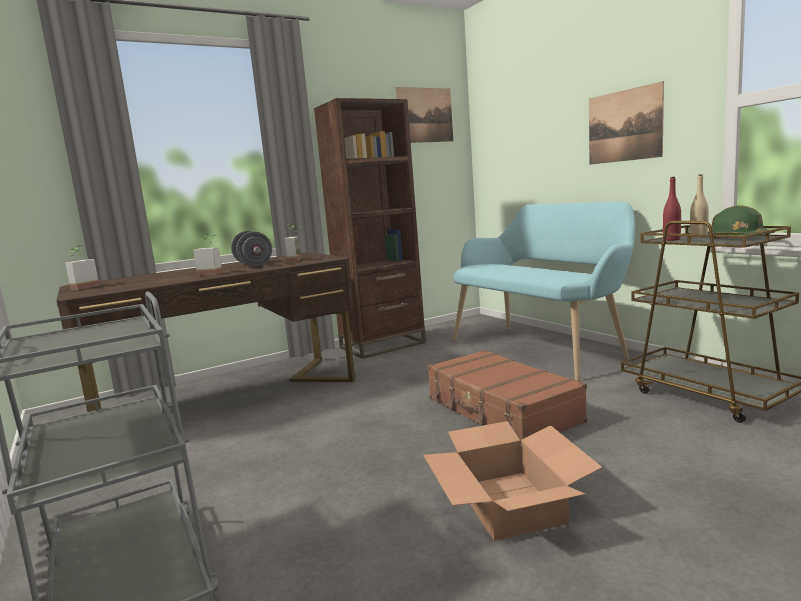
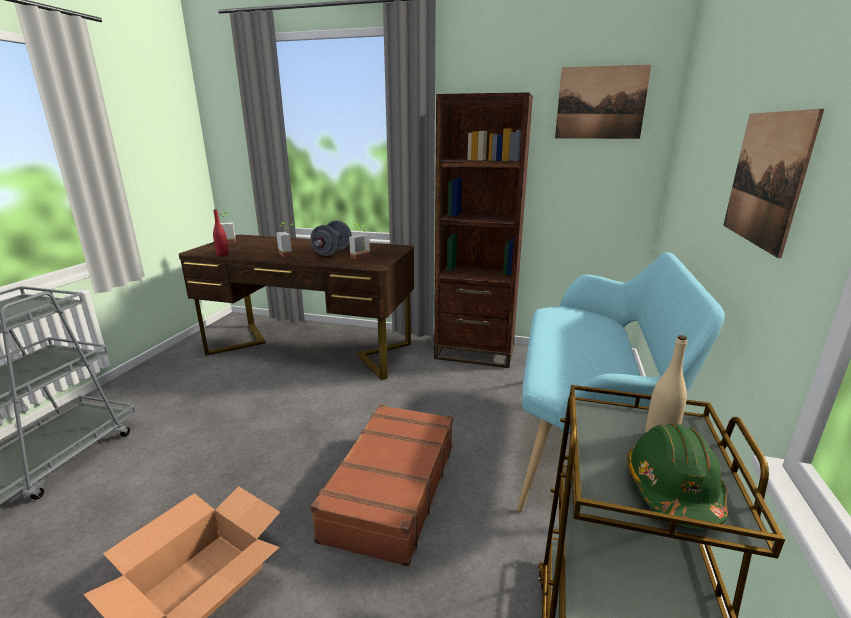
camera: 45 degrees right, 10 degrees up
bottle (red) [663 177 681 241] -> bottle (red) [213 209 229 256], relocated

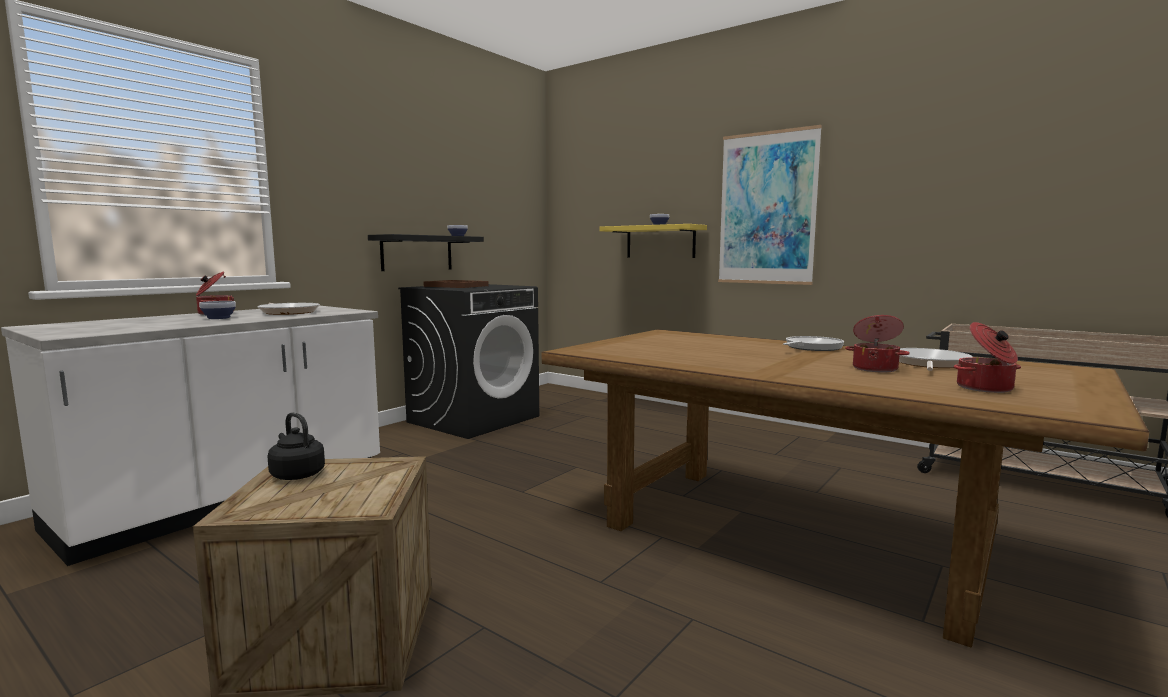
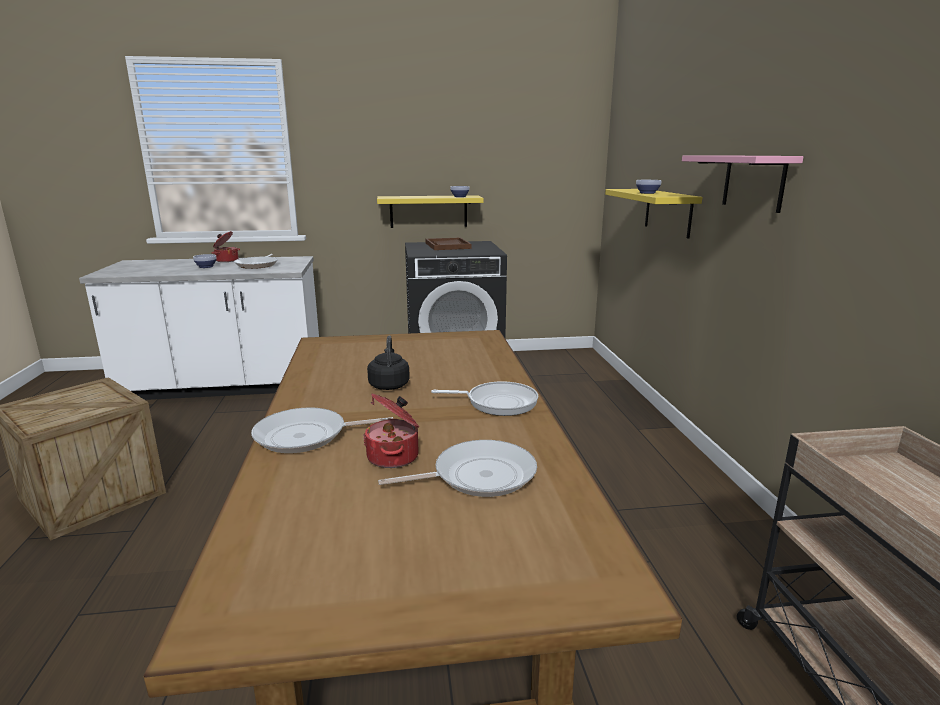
camera: 45 degrees right, 10 degrees up
none -> frying pan [251 408 393 453]
kettle (black) [267 412 325 480] -> kettle (black) [367 335 410 390], relocated
shelf (black) [368 234 484 271] -> shelf (yellow) [377 195 484 228]
picture [718 125 822 285] -> shelf (pink) [682 155 804 213]
cooking pot [954 322 1021 393] -> none

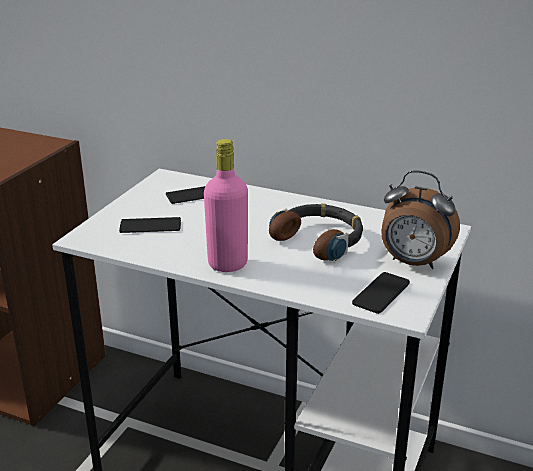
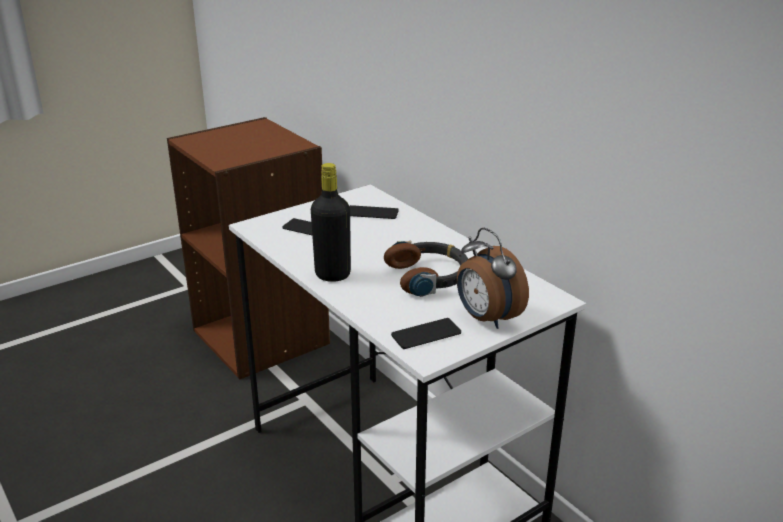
camera: 30 degrees right, 0 degrees up
bottle (pink) [204 139 248 272] -> bottle (black) [311 163 351 282]

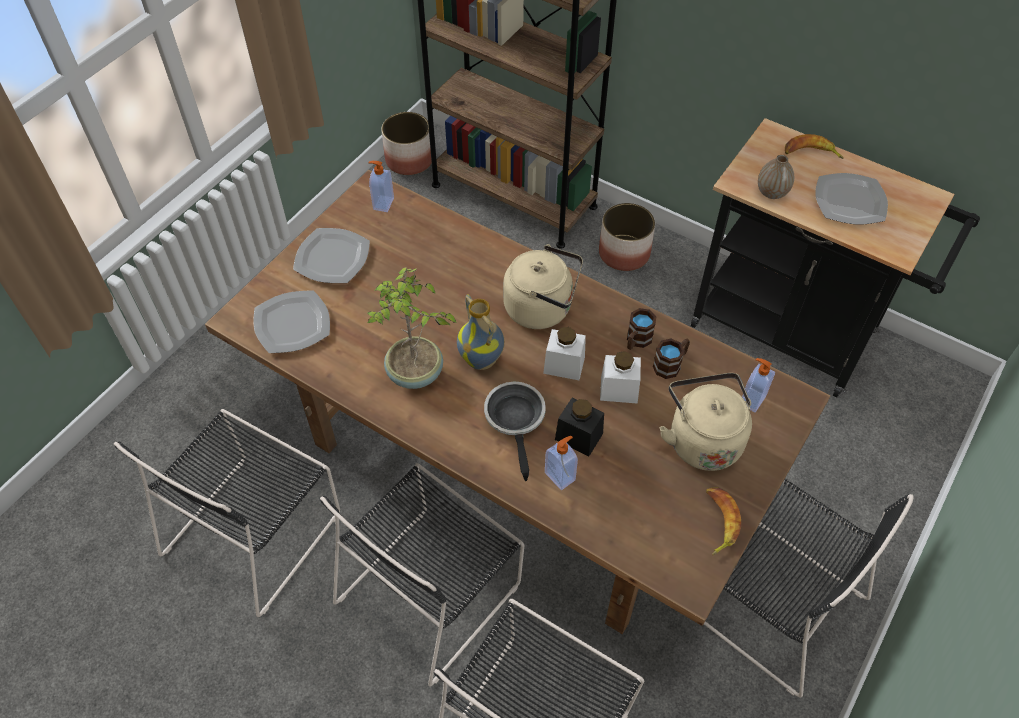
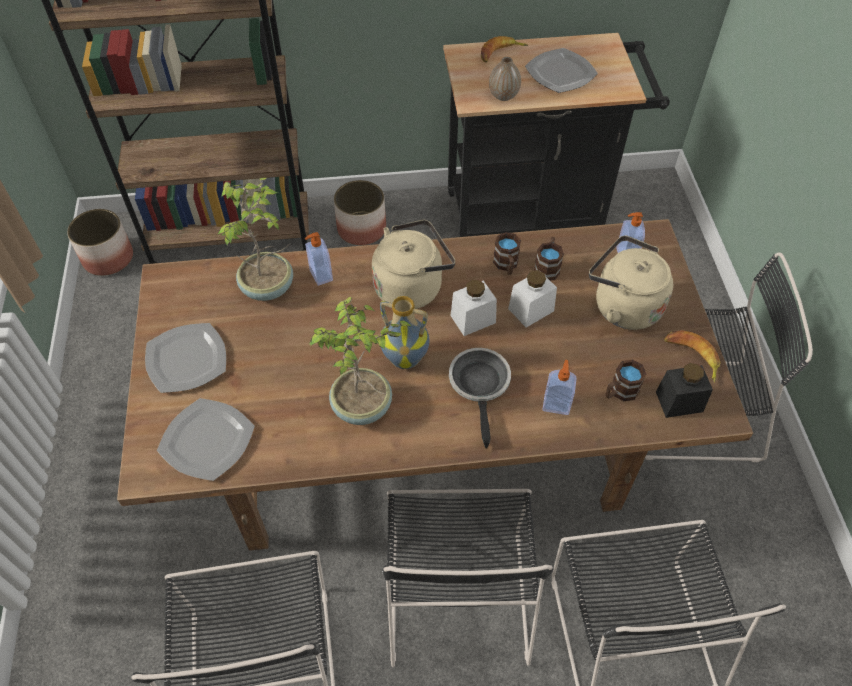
camera: 40 degrees left, 0 degrees up
none -> potted plant [217 178 293 301]
soap dispenser [368 161 394 212] -> soap dispenser [305 232 333 286], relocated
frying pan [484 381 546 481] -> frying pan [449 348 511 449], 45 degrees clockwise
none -> mug (brown) [605 360 646 401]
jar (black) [555 398 604 457] -> jar (black) [656 363 713 418], relocated

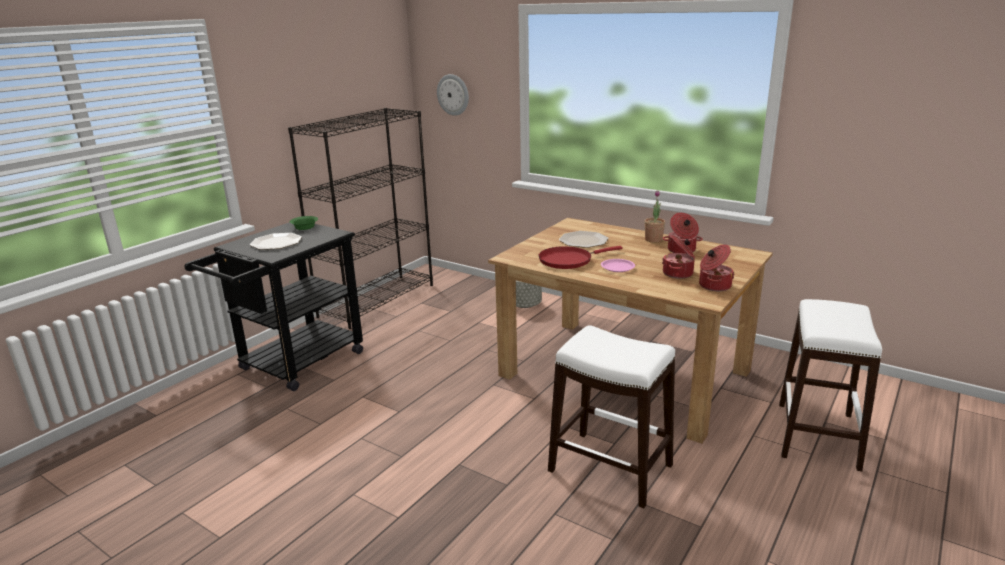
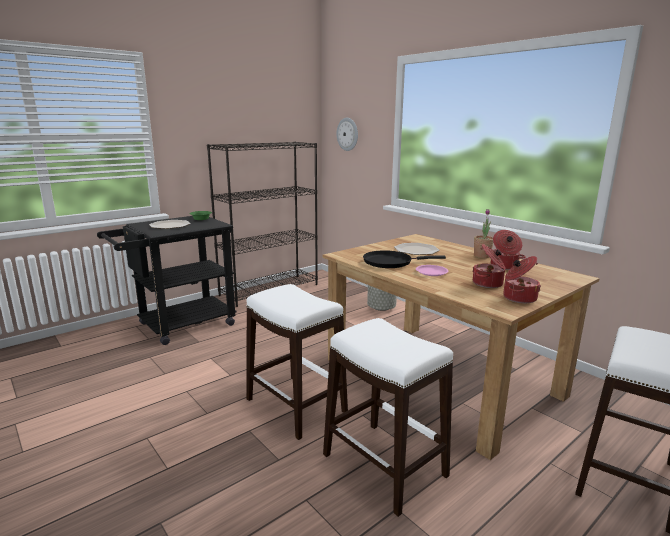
camera: 15 degrees right, 5 degrees down
none -> stool (white) [246 284 348 440]
frying pan (red) [539 246 623 269] -> frying pan (black) [363 250 446 268]

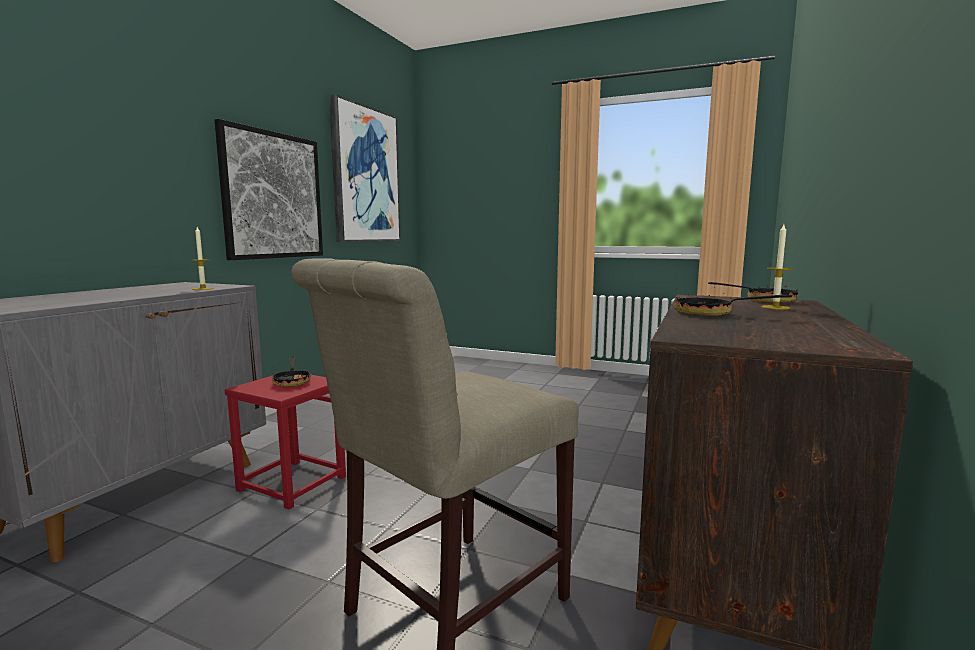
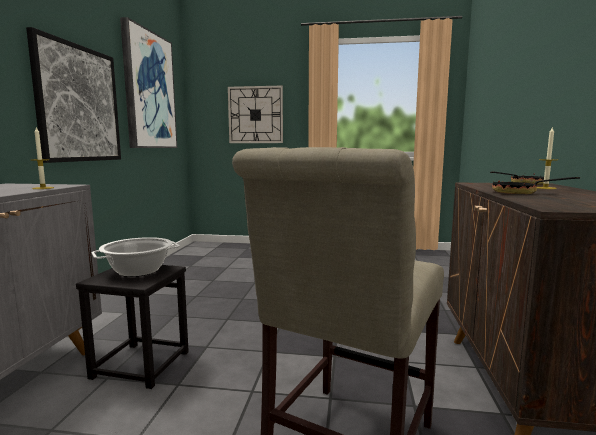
camera: 15 degrees left, 0 degrees up
stool (red) [225 375 346 509] -> stool (black) [76 265 189 389]
frying pan [272 357 311 386] -> cooking pot [92 237 180 277]
none -> wall clock [228 86 283 143]

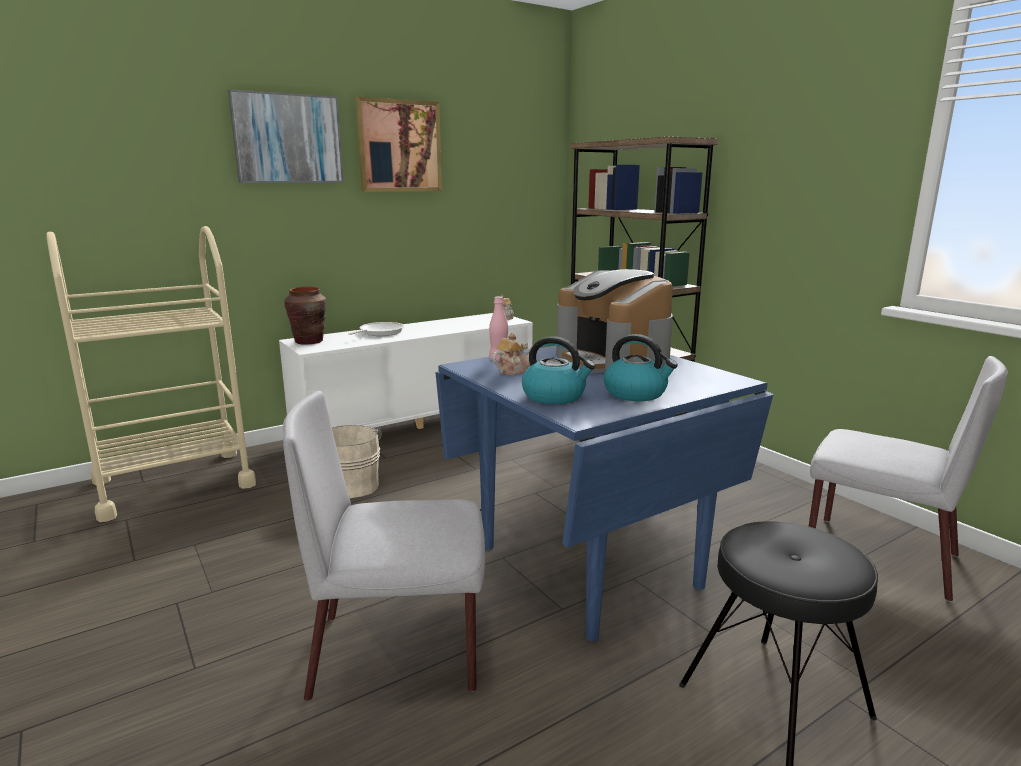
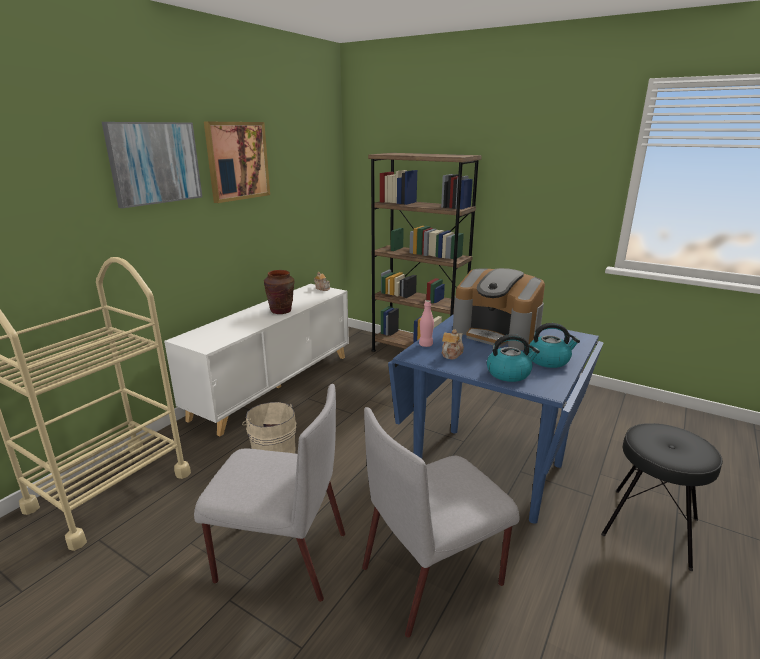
camera: 25 degrees left, 5 degrees up
chair (grey) [809 356 1008 602] -> chair (grey) [194 384 345 602], relocated
vase (brown) [284 287 326 345] -> vase (brown) [264 270 295 314], relocated
frying pan [348 322 404 336] -> none

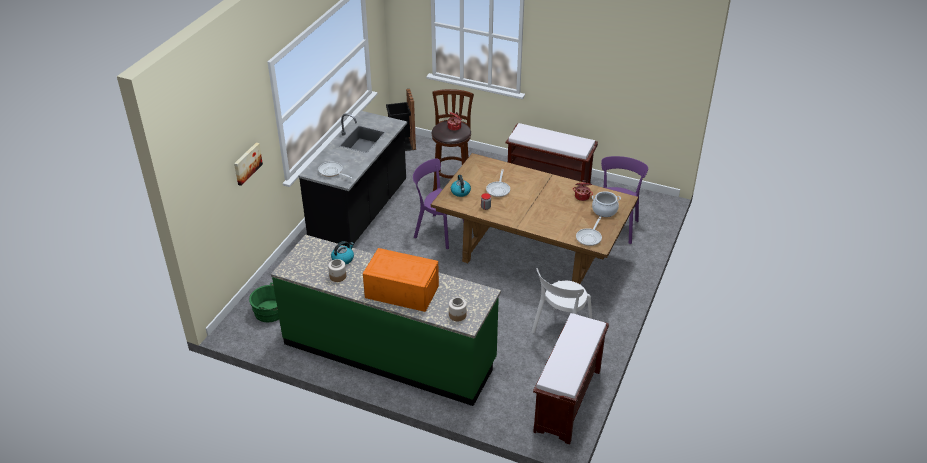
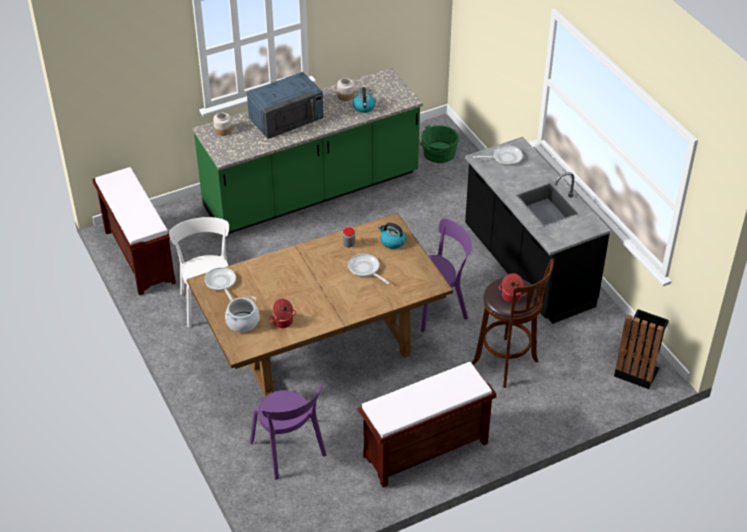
camera: 130 degrees right, 5 degrees up
microwave (orange) [363 248 439 312] -> microwave (blue) [247 72 323 139]
picture [234 143 263 186] -> none

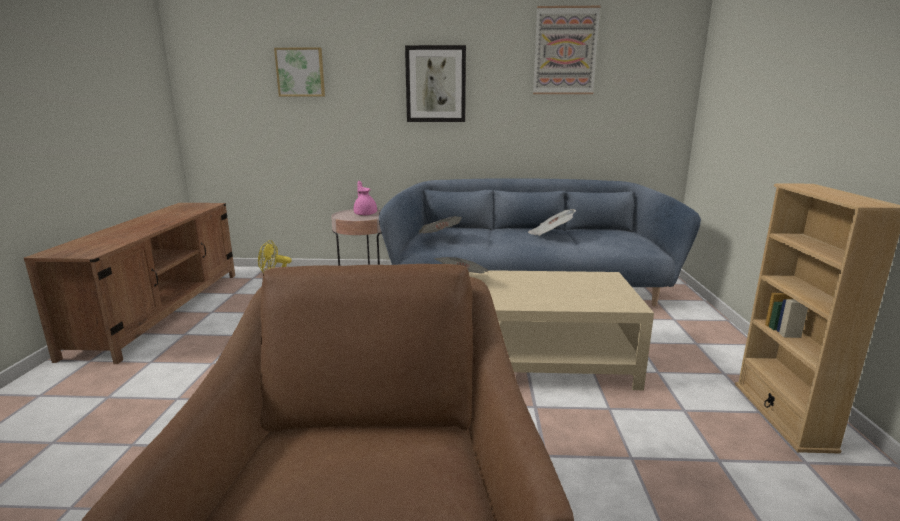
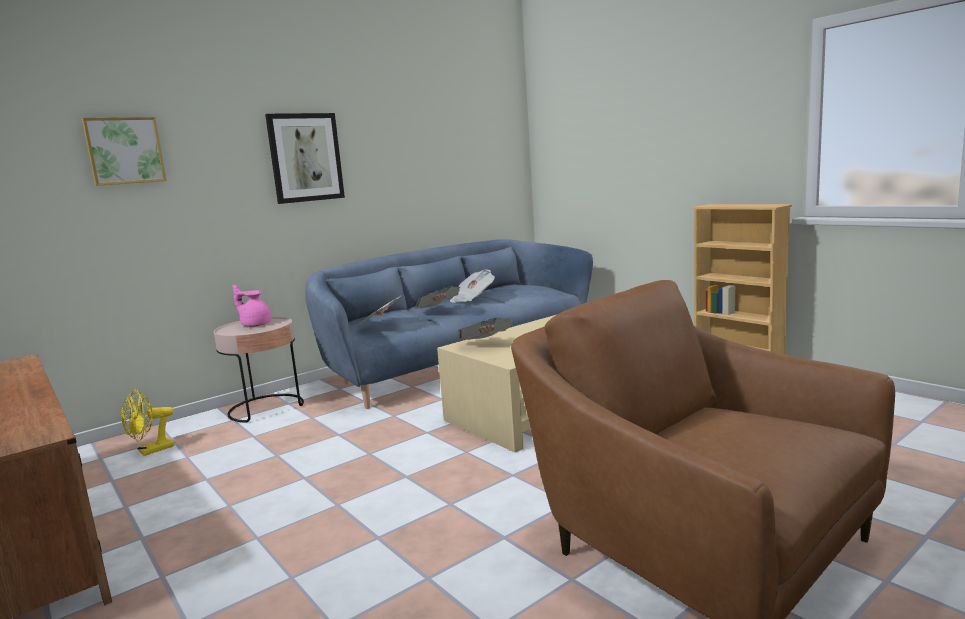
camera: 40 degrees left, 5 degrees down
none -> newspaper [415 286 460 309]
picture [533 6 600 94] -> none

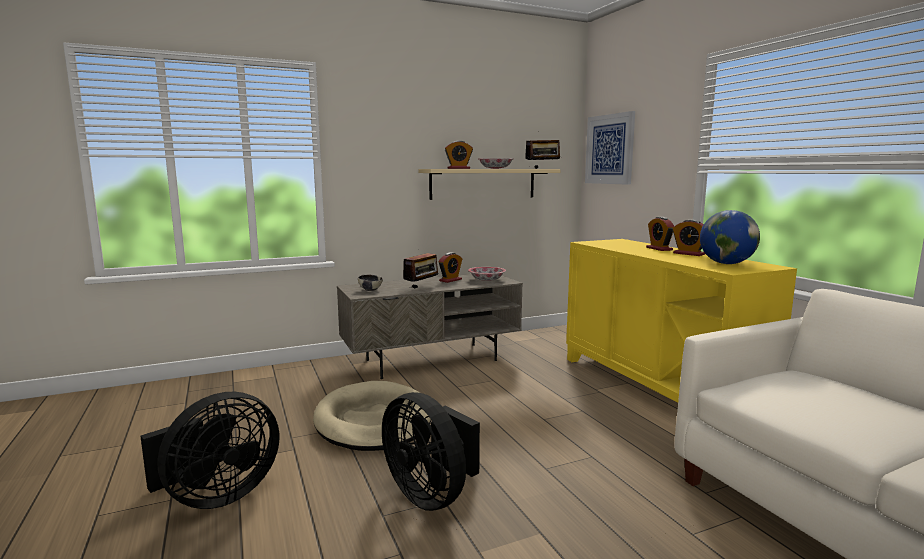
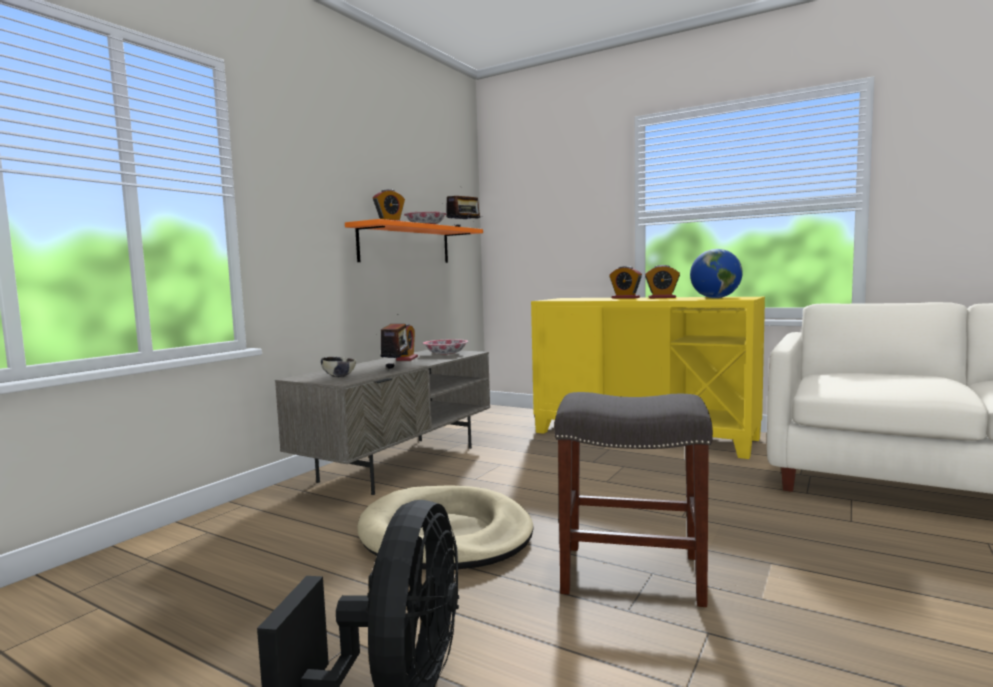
camera: 35 degrees left, 5 degrees down
shelf (beige) [418 169 561 200] -> shelf (orange) [345 219 483 263]
fan (black) [382 392 480 511] -> stool (grey) [554 392 713 607]
picture [585 111 635 185] -> none

